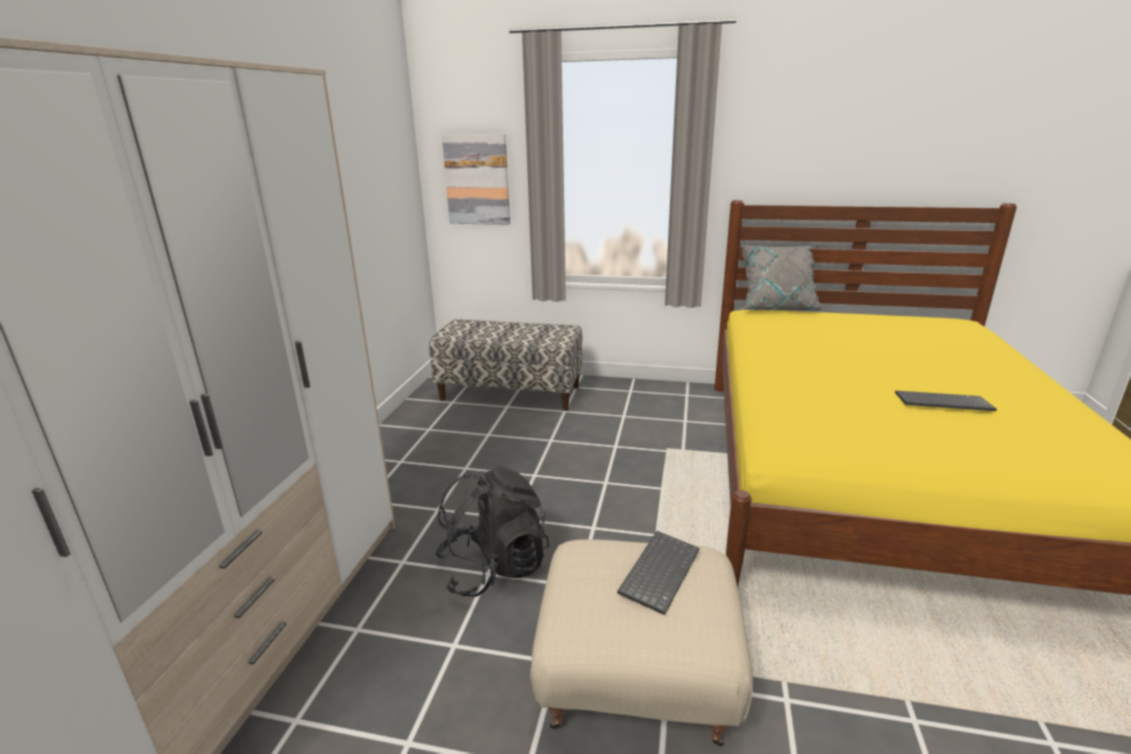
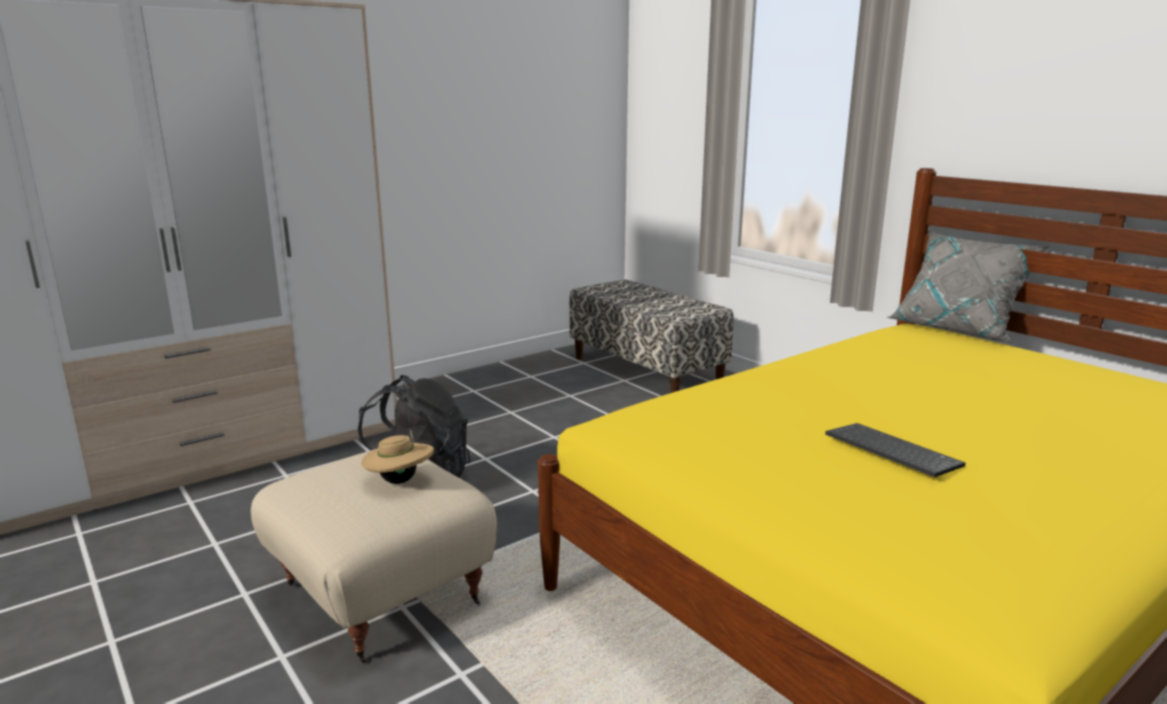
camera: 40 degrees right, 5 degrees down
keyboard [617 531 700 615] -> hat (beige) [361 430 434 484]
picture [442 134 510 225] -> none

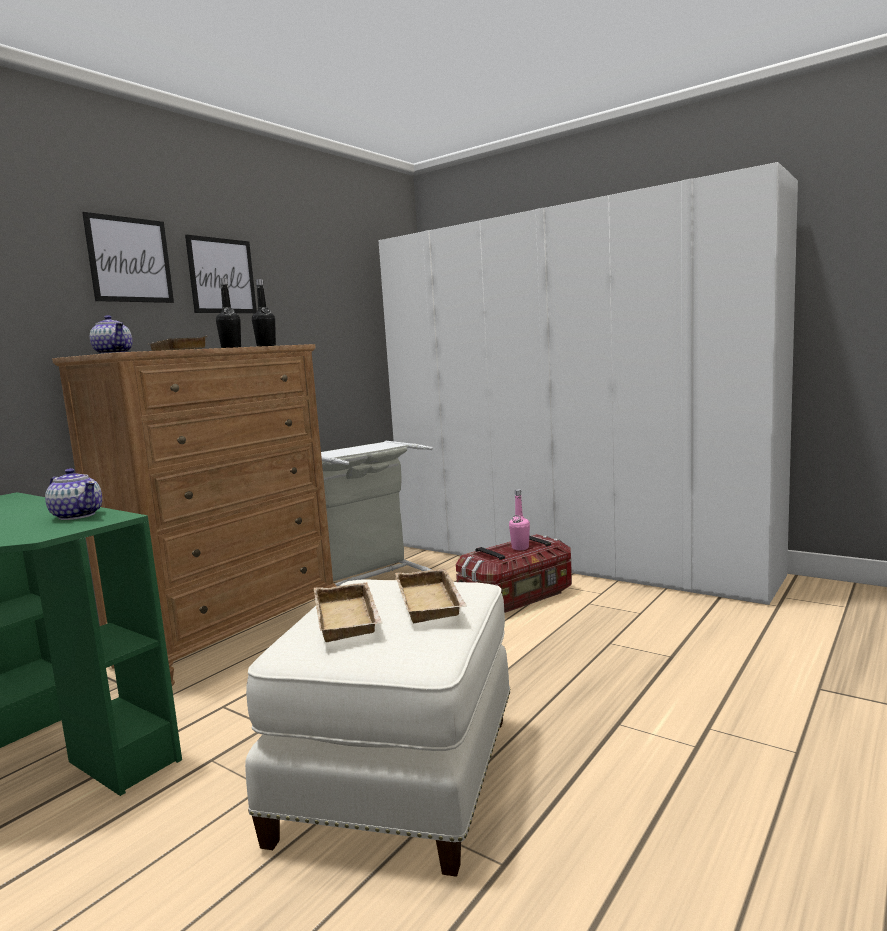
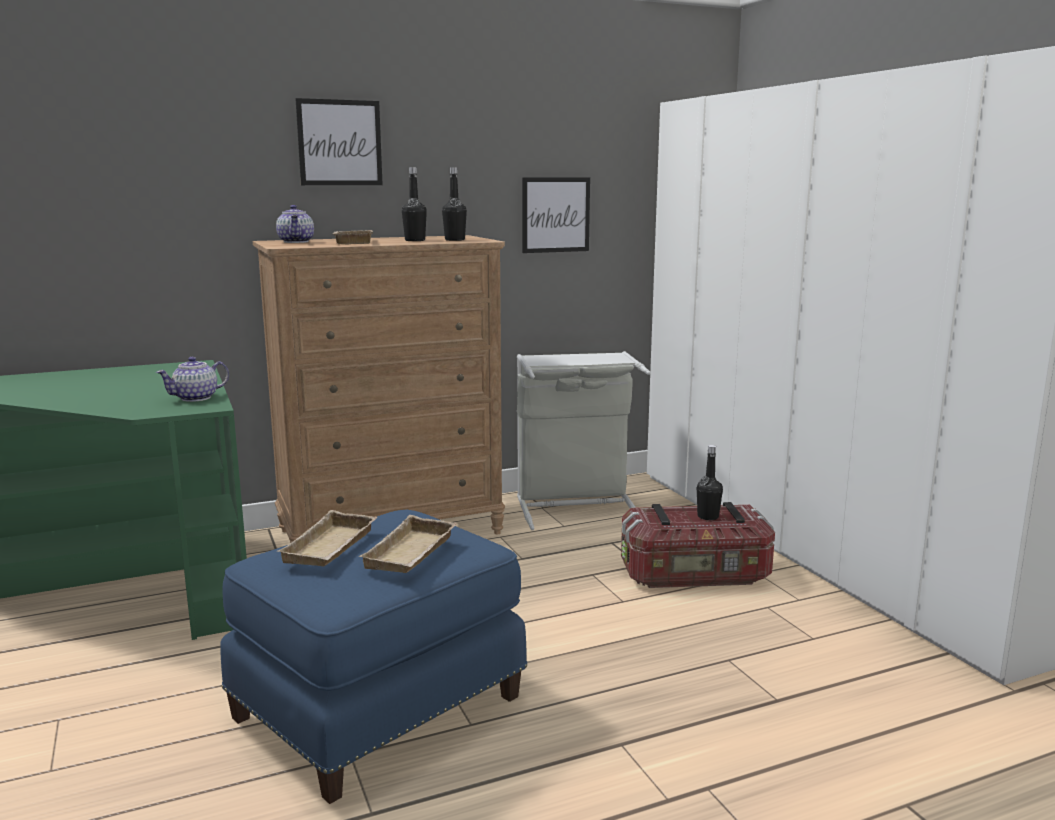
camera: 30 degrees right, 5 degrees up
teapot [45 468 102 520] -> teapot [156 357 229 402], 75 degrees clockwise
ottoman (white) [245 579 510 877] -> ottoman (blue) [220 509 527 804]
picture [185 235 257 313] -> picture [522 177 590 253], relocated
bottle (pink) [509 489 530 550] -> bottle (black) [697 445 723 520]

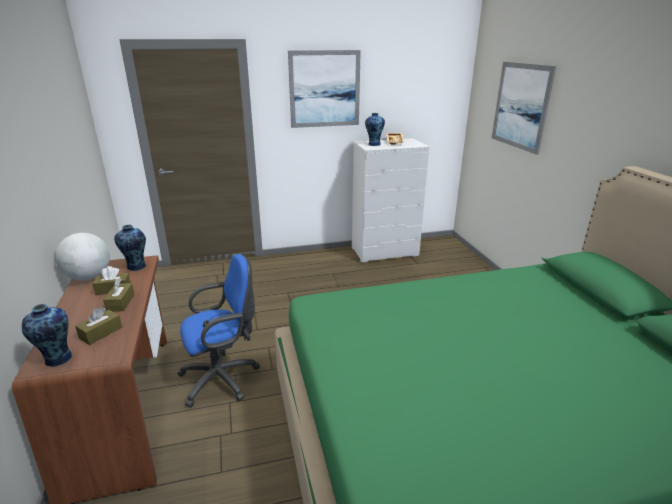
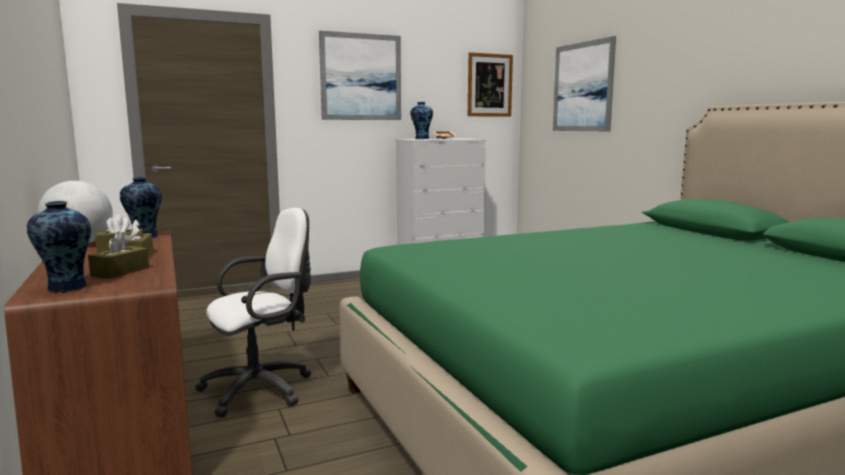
camera: 10 degrees left, 15 degrees down
office chair (blue) [177 254 260 408] -> office chair (white) [195 208 311 417]
none -> picture [468 52 513 117]

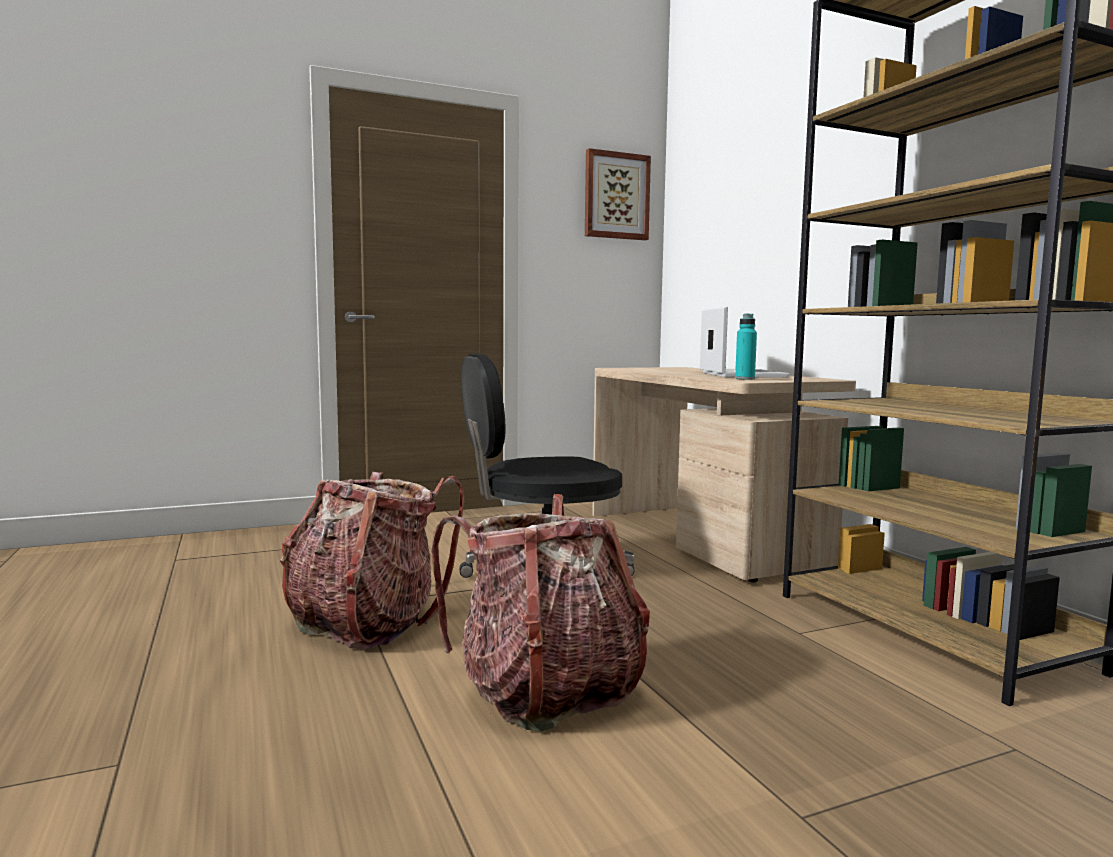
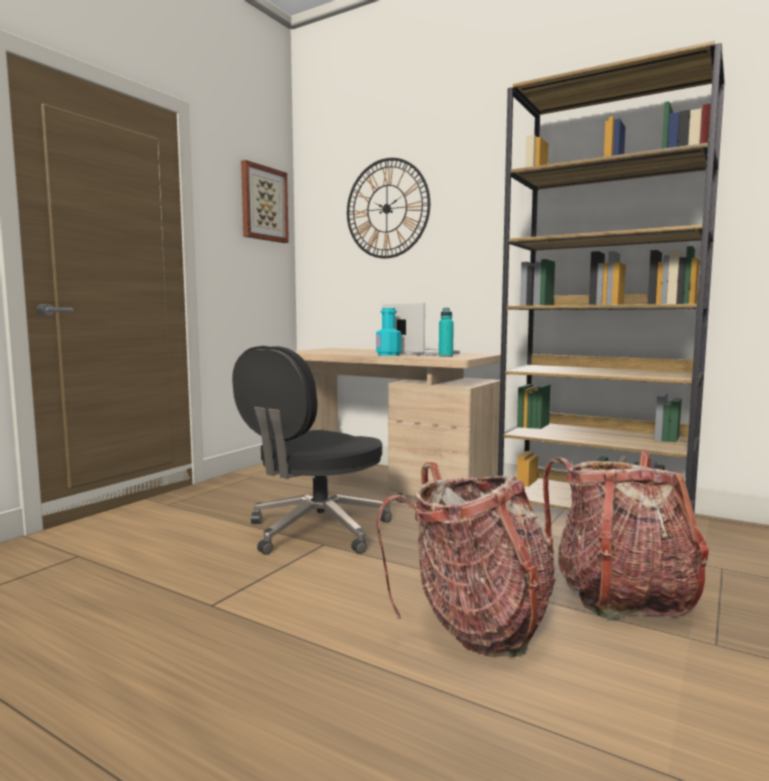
camera: 35 degrees left, 0 degrees up
none -> wall clock [347 158 430 258]
none -> bottle (turquoise) [376 308 401 356]
backpack [280 472 464 650] -> backpack [543 450 709 619], relocated

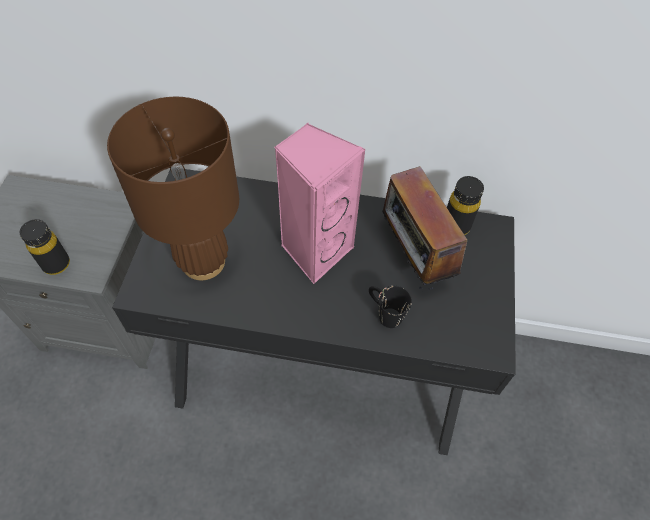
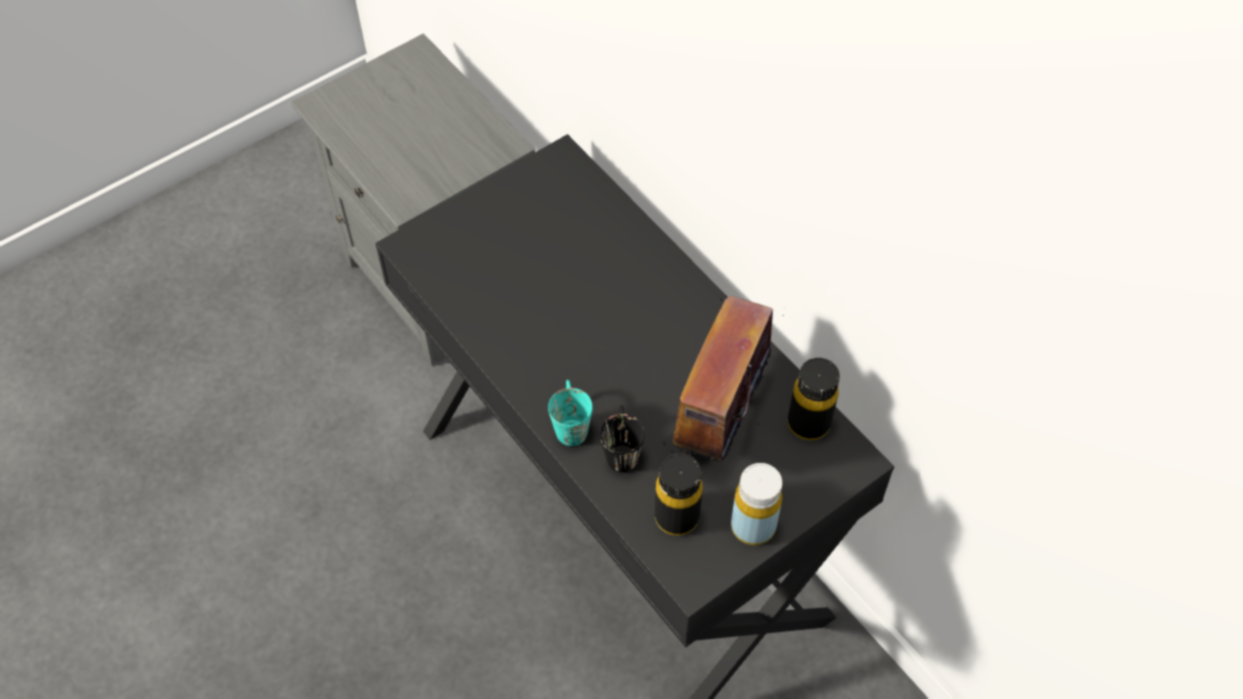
camera: 45 degrees right, 0 degrees up
none -> mug (turquoise) [548 380 593 446]
bottle (black) [20 219 70 275] -> bottle (black) [655 453 703 535], relocated
none -> bottle (yellow) [731 463 782 545]
table lamp (brown) [107 97 239 280] -> none
speaker (pink) [274 123 366 284] -> none

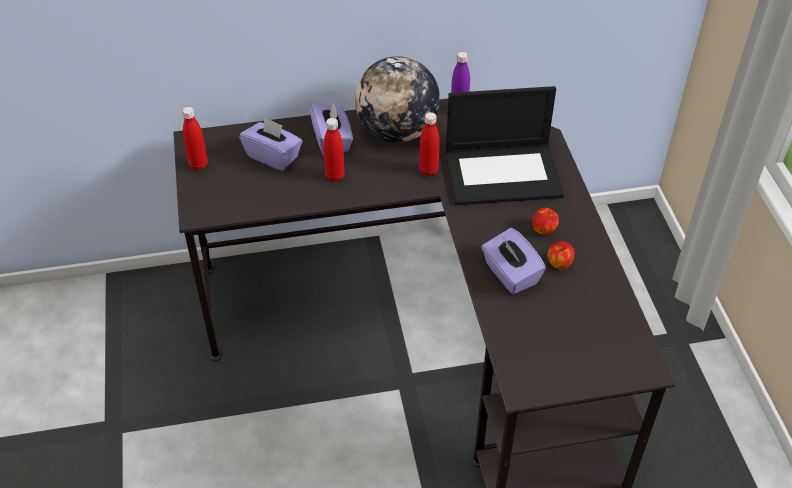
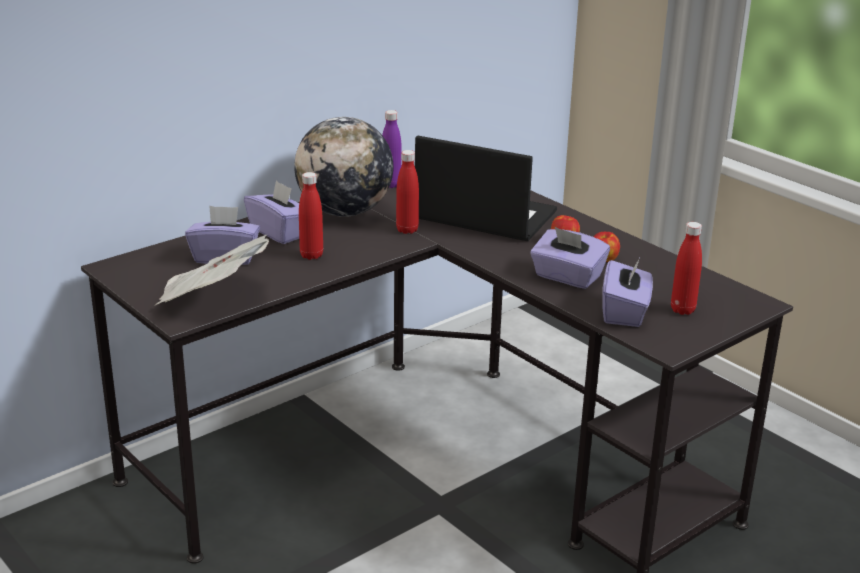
camera: 30 degrees left, 20 degrees down
none -> newspaper [155 234 269 305]
laptop [445 86 564 205] -> laptop [415 136 557 241], 120 degrees counterclockwise
none -> tissue box (purple) [602 259 653 327]
bottle (red) [182 107 208 170] -> bottle (red) [671 222 702 315], relocated

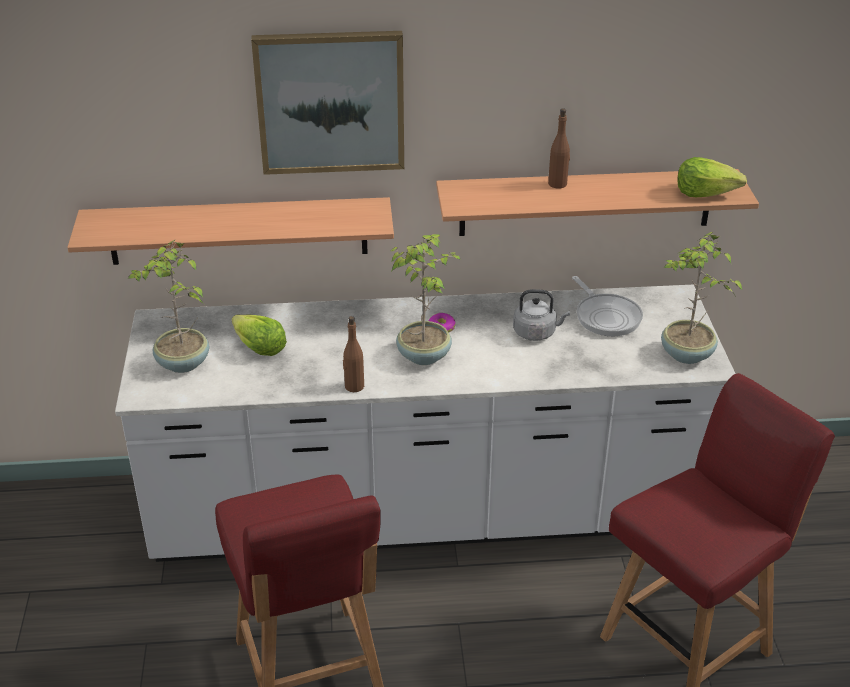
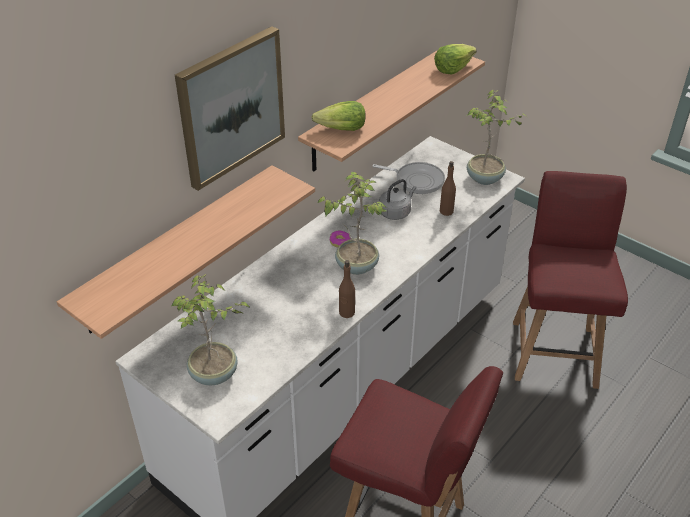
camera: 45 degrees left, 5 degrees up
lettuce [232 315 287 356] -> lettuce [312 101 365 131], relocated
bottle (brown) [548 108 570 189] -> bottle (brown) [440 161 456 216], relocated

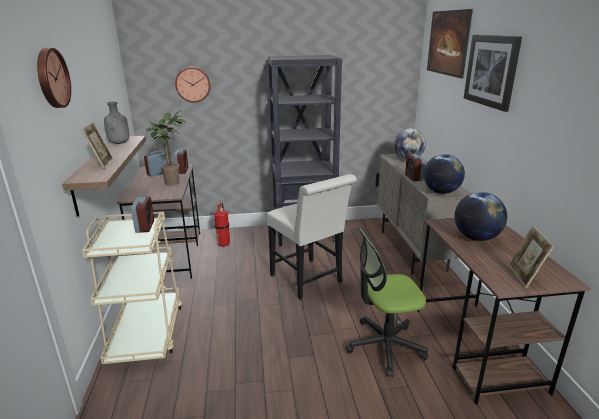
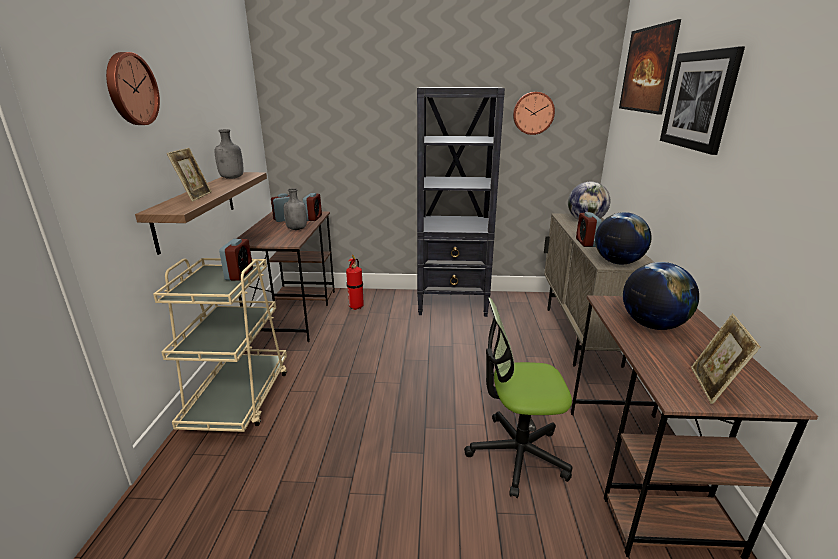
camera: 10 degrees right, 0 degrees up
potted plant [145 110 186 186] -> bottle (grey) [284 188 307 230]
wall clock [175 67 211 103] -> wall clock [513 92 555 135], relocated
chair (white) [267 174 357 300] -> none

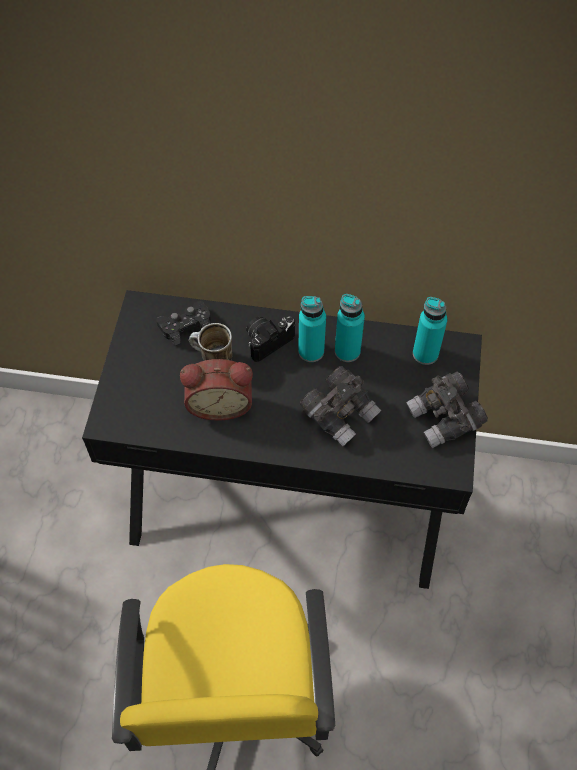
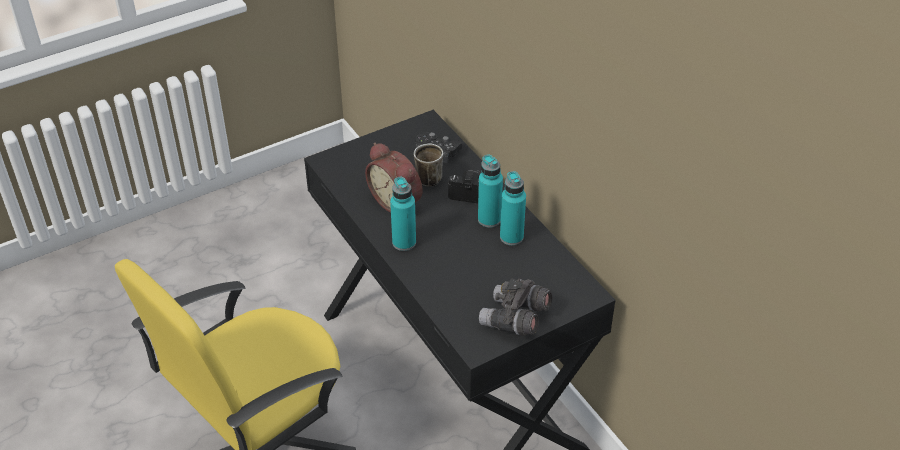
camera: 50 degrees right, 15 degrees down
bottle (turquoise) [413 297 447 365] -> bottle (turquoise) [390 177 416 251], relocated
binoculars (grey) [300 366 381 447] -> none

